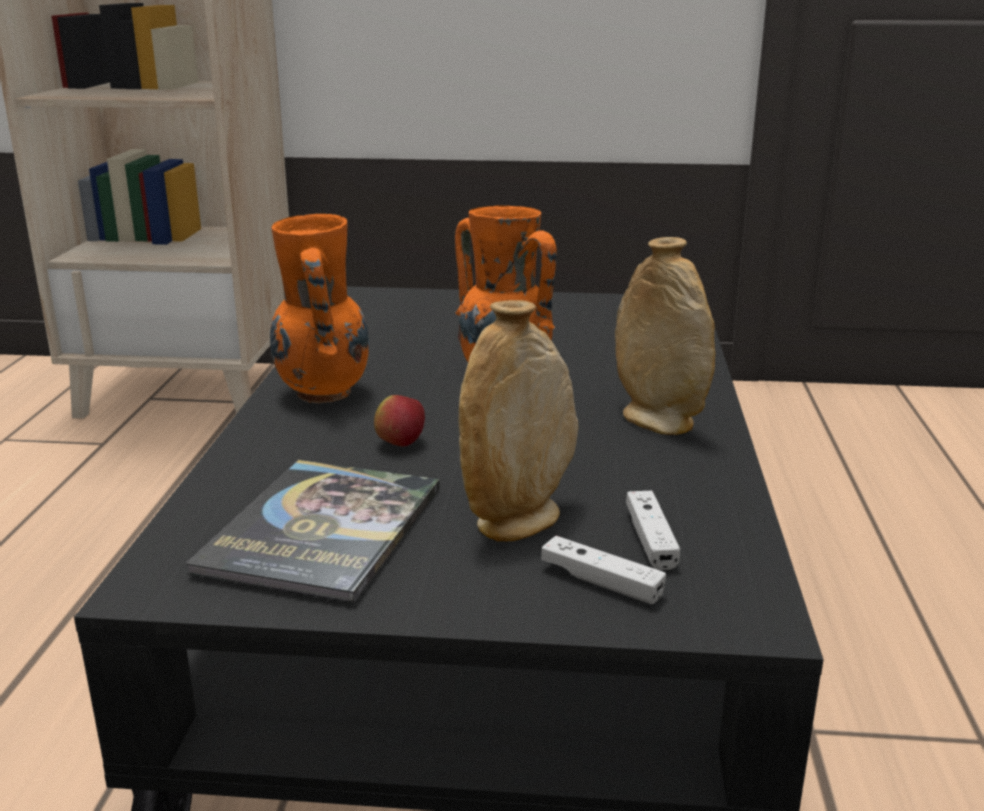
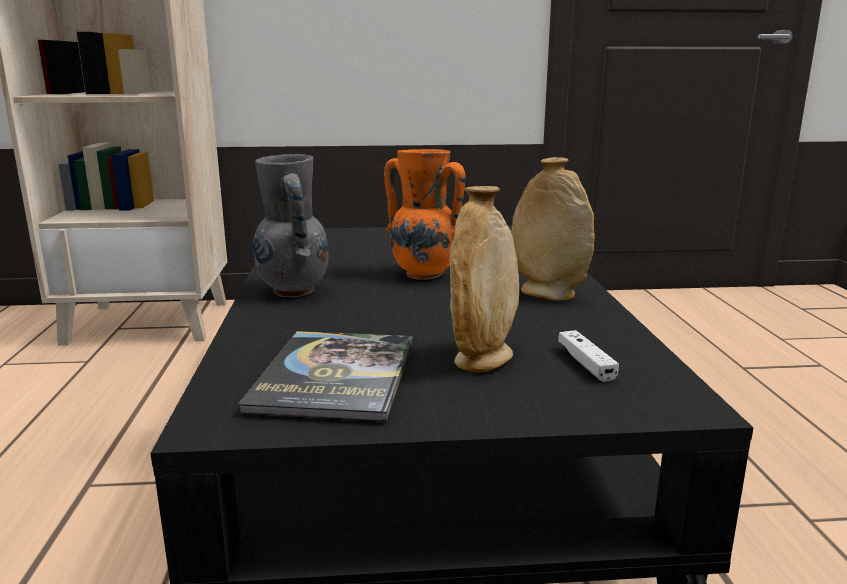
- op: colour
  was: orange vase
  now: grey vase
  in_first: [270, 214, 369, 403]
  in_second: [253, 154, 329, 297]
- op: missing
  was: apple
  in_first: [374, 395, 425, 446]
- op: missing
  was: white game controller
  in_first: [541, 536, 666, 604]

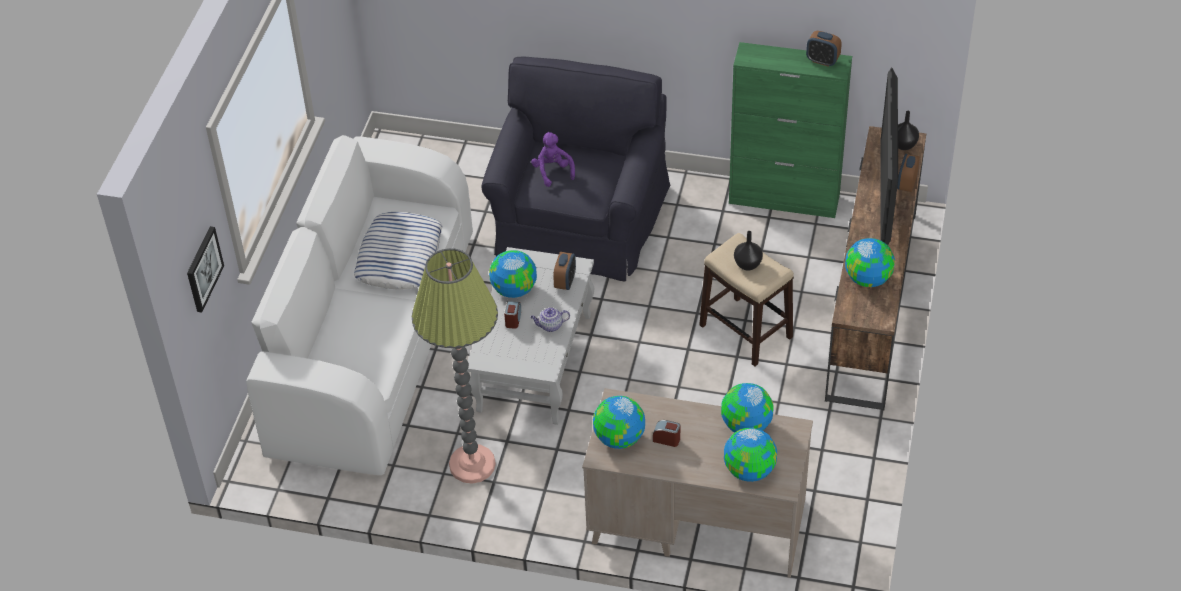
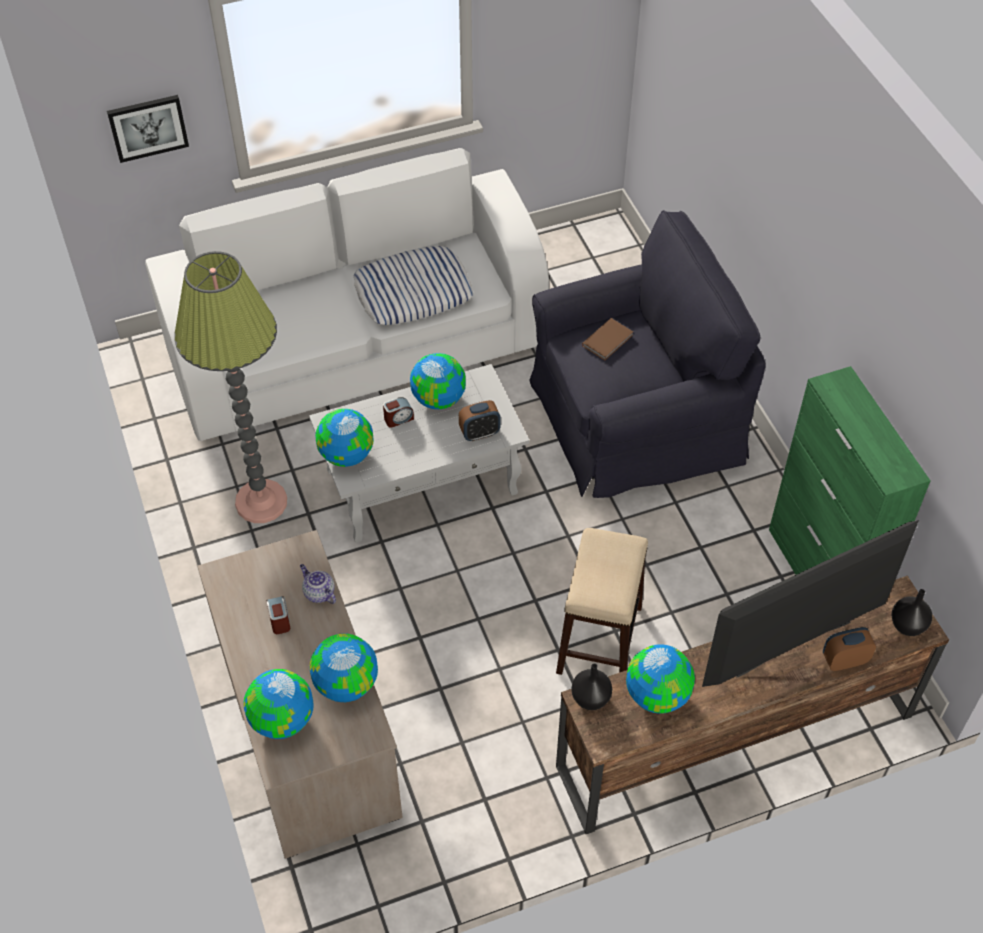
- op: relocated
  was: teapot
  in_first: [530, 307, 570, 332]
  in_second: [300, 564, 336, 604]
- op: relocated
  was: globe
  in_first: [593, 396, 645, 449]
  in_second: [315, 409, 374, 467]
- op: relocated
  was: black vase
  in_first: [734, 231, 763, 270]
  in_second: [571, 663, 612, 710]
- op: exchanged
  was: purple plush toy
  now: brown book
  in_first: [531, 132, 575, 187]
  in_second: [582, 318, 633, 360]
- op: missing
  was: alarm clock
  in_first: [806, 31, 842, 67]

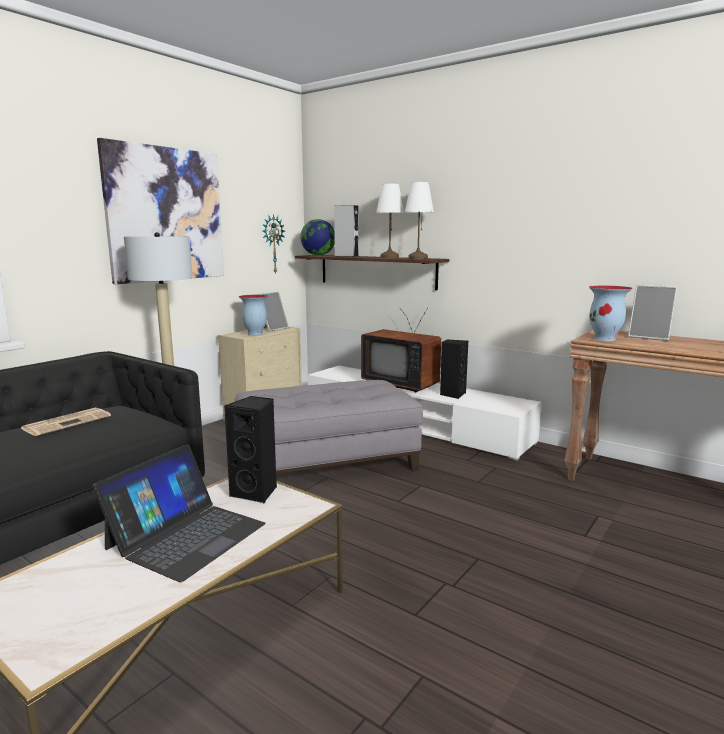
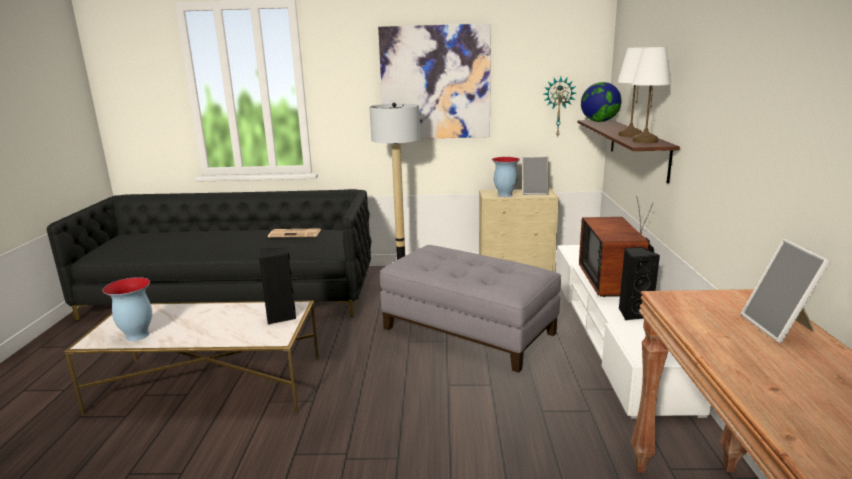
- op: relocated
  was: vase
  in_first: [589, 285, 632, 341]
  in_second: [102, 277, 152, 341]
- op: missing
  was: laptop
  in_first: [92, 444, 266, 582]
- op: missing
  was: grey speaker
  in_first: [334, 205, 359, 257]

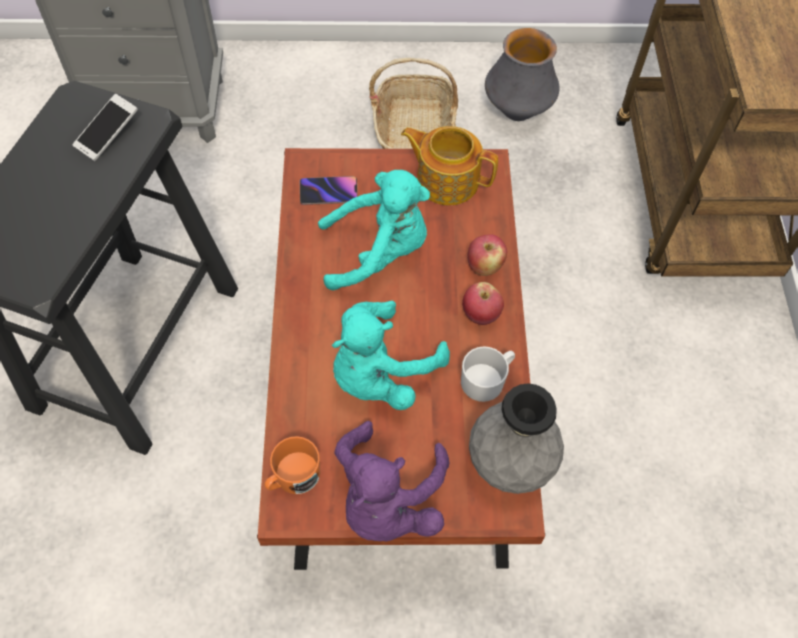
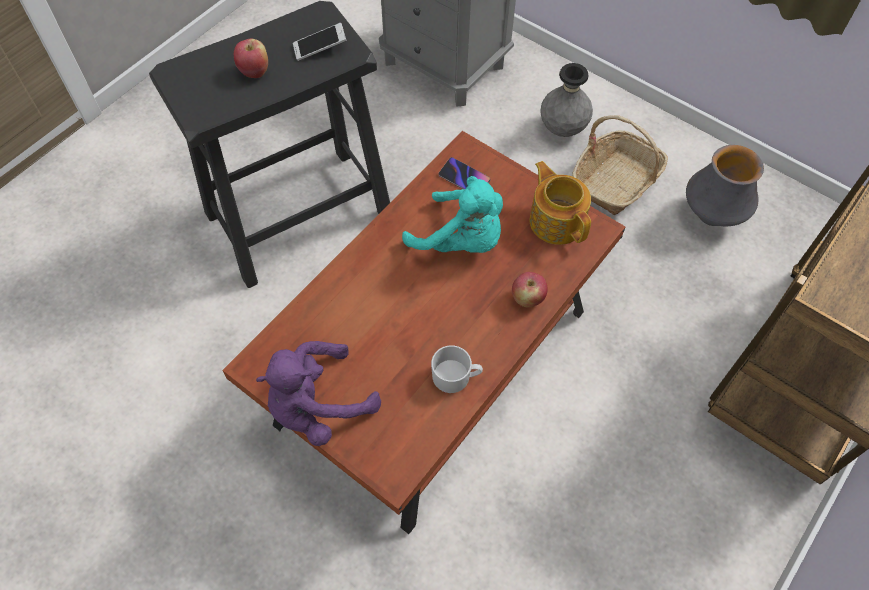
- op: relocated
  was: apple
  in_first: [462, 282, 504, 325]
  in_second: [234, 39, 268, 78]
- op: relocated
  was: grey vase
  in_first: [469, 383, 564, 494]
  in_second: [541, 63, 593, 137]
- op: missing
  was: orange mug
  in_first: [264, 436, 320, 494]
- op: missing
  was: turquoise plush toy
  in_first: [332, 301, 450, 410]

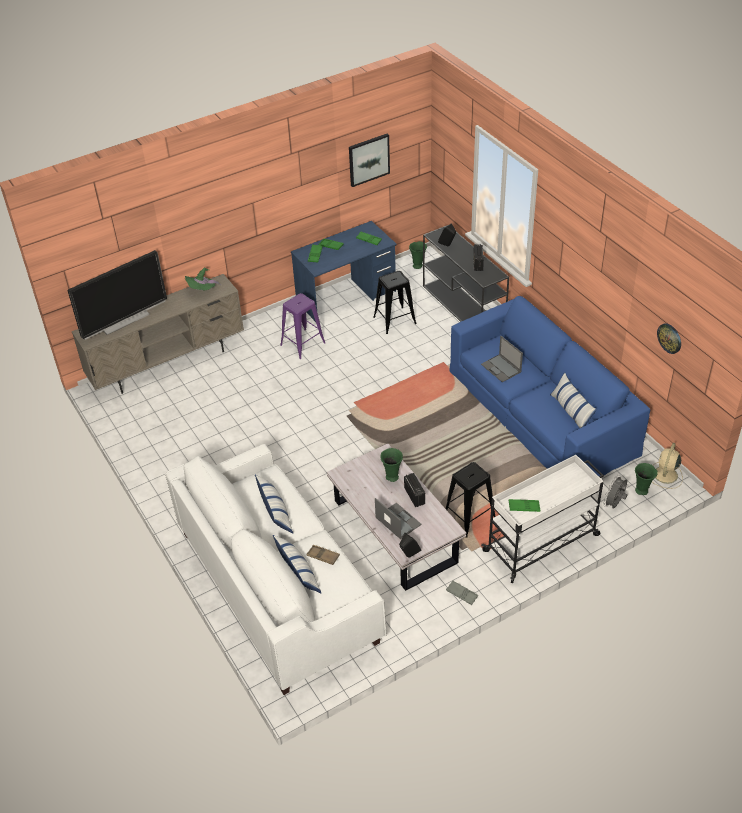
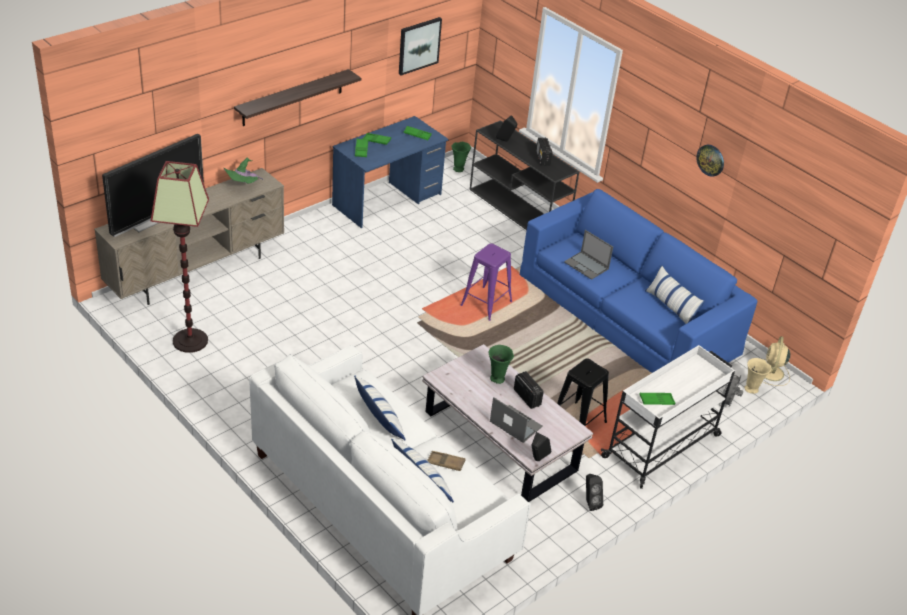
- op: appeared
  now: floor lamp
  in_second: [151, 161, 209, 353]
- op: appeared
  now: shelf
  in_second: [234, 69, 362, 126]
- op: relocated
  was: purple stool
  in_first: [280, 293, 326, 359]
  in_second: [460, 243, 512, 321]
- op: exchanged
  was: grey tray
  now: black speaker
  in_first: [446, 581, 478, 605]
  in_second: [586, 474, 603, 511]
- op: relocated
  was: wall clock
  in_first: [657, 323, 681, 354]
  in_second: [696, 145, 724, 177]
- op: colour
  was: green vase
  now: beige vase
  in_first: [635, 463, 658, 495]
  in_second: [744, 358, 772, 394]
- op: missing
  was: black stool
  in_first: [373, 271, 417, 334]

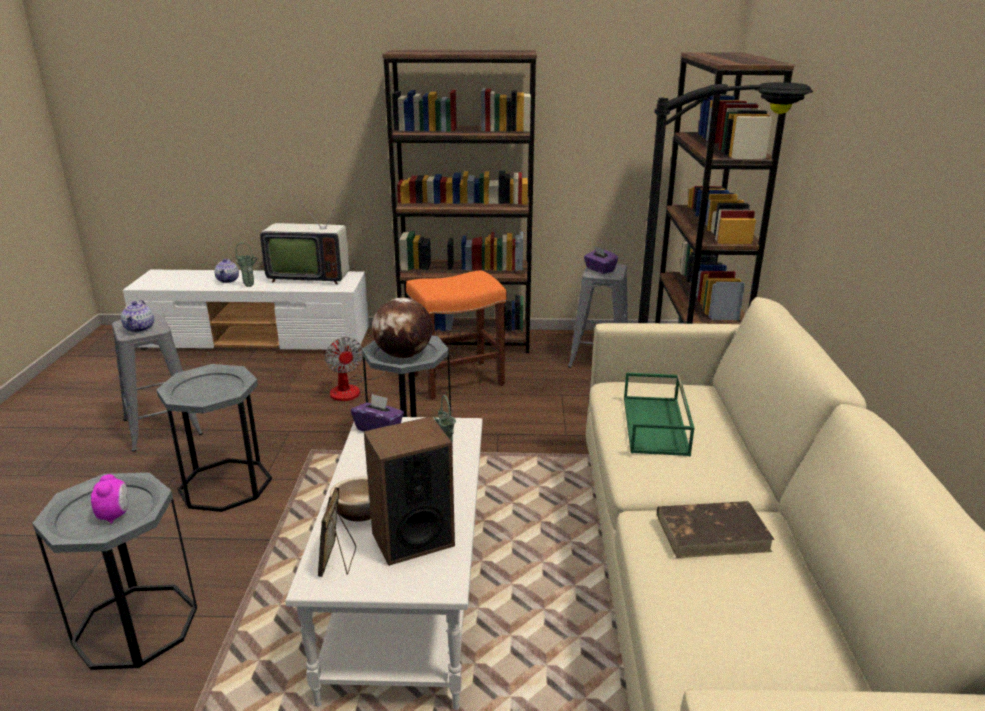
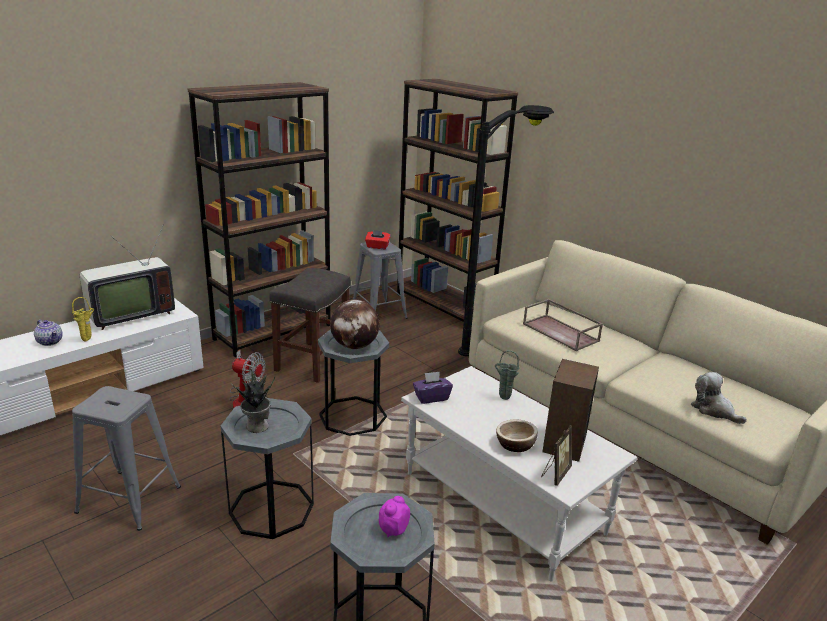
- op: colour
  was: green vase
  now: yellow vase
  in_first: [235, 243, 257, 287]
  in_second: [72, 297, 94, 342]
- op: appeared
  now: potted plant
  in_second: [233, 369, 275, 433]
- op: colour
  was: orange stool
  now: grey stool
  in_first: [406, 270, 507, 400]
  in_second: [269, 268, 351, 383]
- op: colour
  was: purple tissue box
  now: red tissue box
  in_first: [584, 246, 618, 274]
  in_second: [365, 230, 391, 249]
- op: spun
  was: alarm clock
  in_first: [91, 474, 128, 524]
  in_second: [379, 496, 410, 537]
  clockwise: -90
- op: colour
  was: green tray
  now: brown tray
  in_first: [624, 373, 694, 456]
  in_second: [523, 299, 603, 351]
- op: spun
  was: picture frame
  in_first: [318, 487, 356, 577]
  in_second: [541, 425, 572, 486]
  clockwise: -105
- op: appeared
  now: plush toy
  in_second: [691, 372, 747, 424]
- op: missing
  was: teapot
  in_first: [121, 300, 154, 333]
- op: missing
  was: brown book
  in_first: [657, 501, 775, 558]

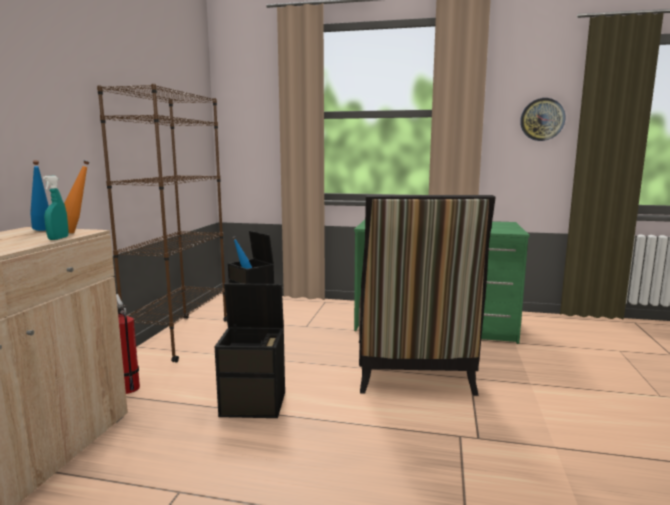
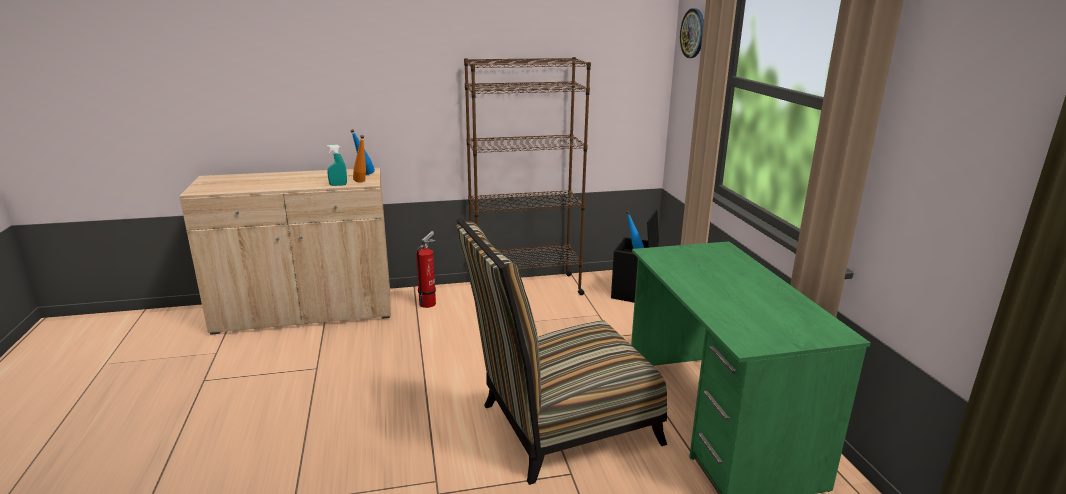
- op: relocated
  was: wall clock
  in_first: [520, 98, 565, 141]
  in_second: [680, 8, 704, 58]
- op: missing
  was: black storage box
  in_first: [215, 283, 285, 418]

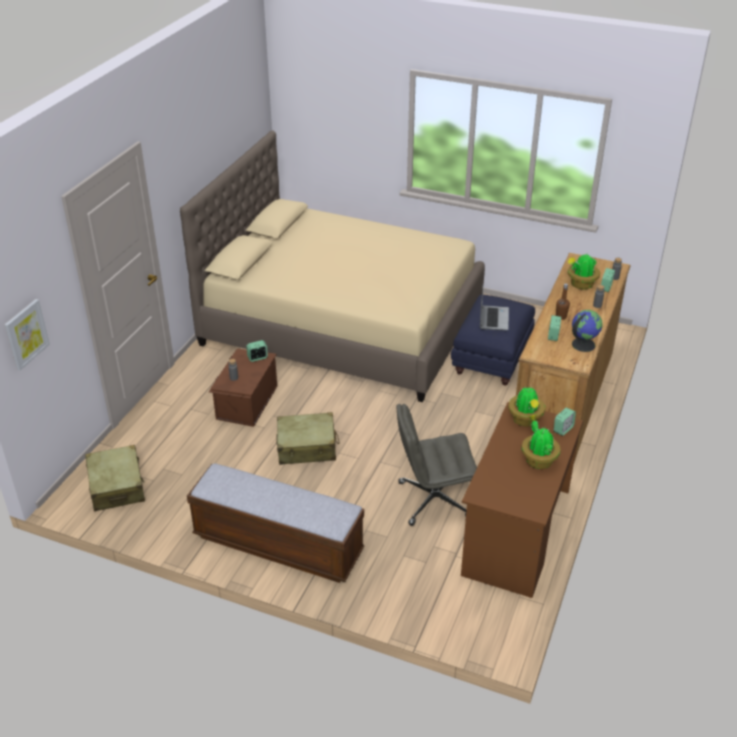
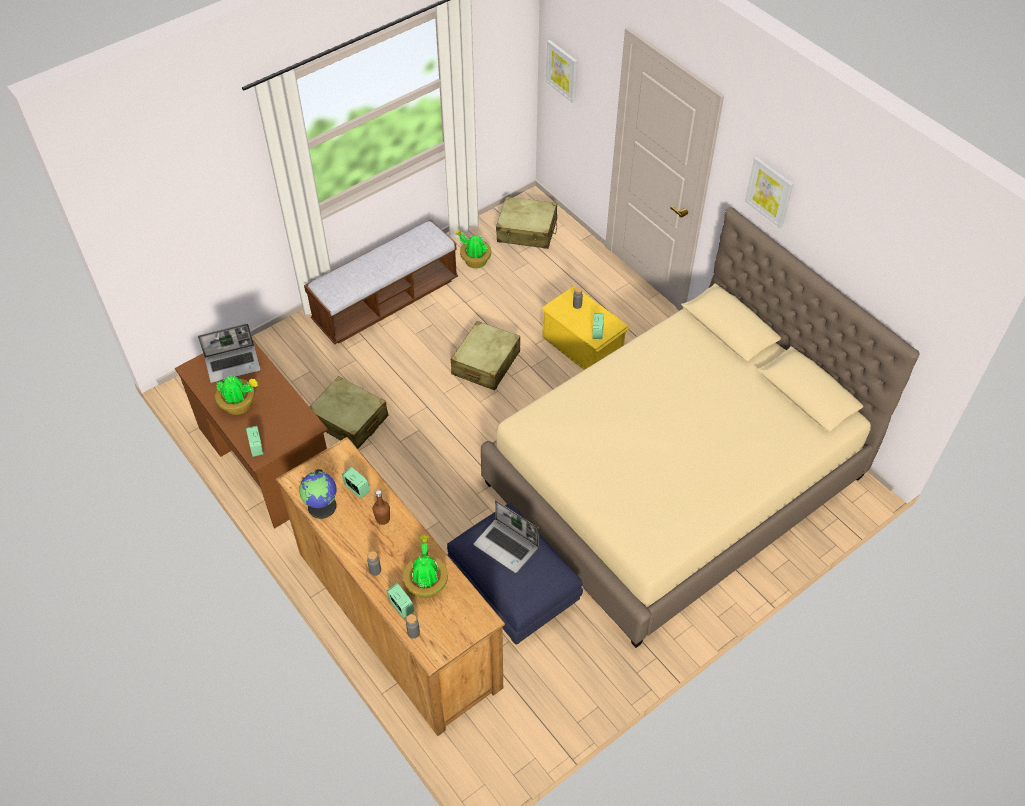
- op: appeared
  now: laptop
  in_second: [198, 324, 261, 383]
- op: exchanged
  was: grey office chair
  now: beige suitcase
  in_first: [396, 404, 477, 526]
  in_second: [309, 376, 388, 449]
- op: relocated
  was: potted plant
  in_first: [508, 386, 545, 426]
  in_second: [455, 229, 491, 268]
- op: colour
  was: brown storage box
  now: yellow storage box
  in_first: [209, 348, 277, 427]
  in_second: [541, 286, 630, 370]
- op: appeared
  now: picture
  in_second: [745, 157, 794, 228]

